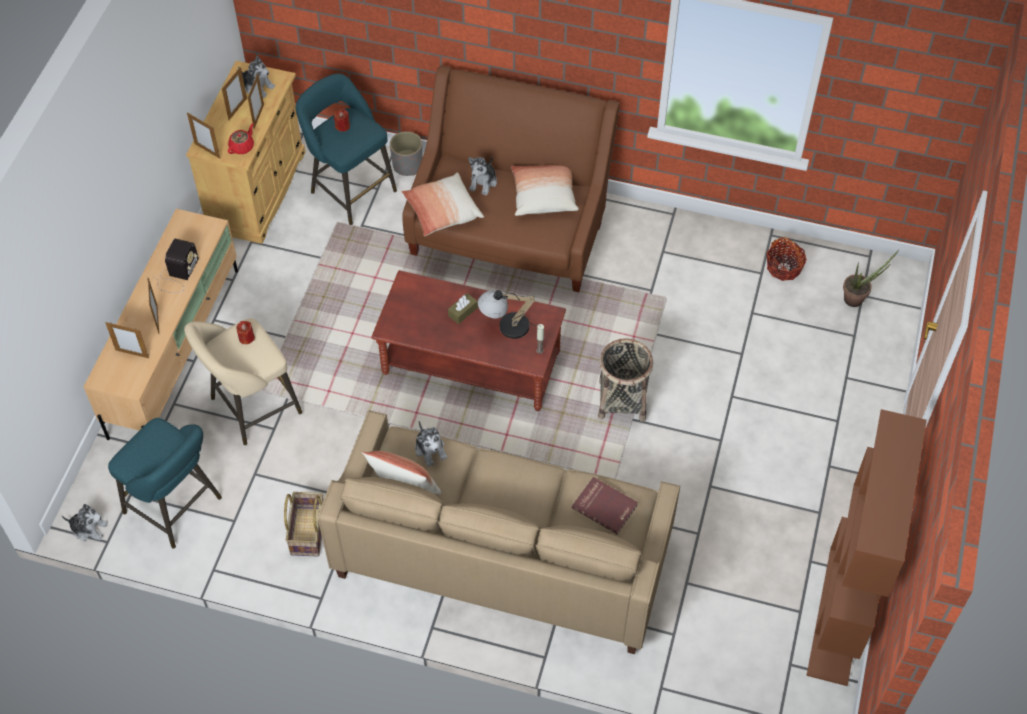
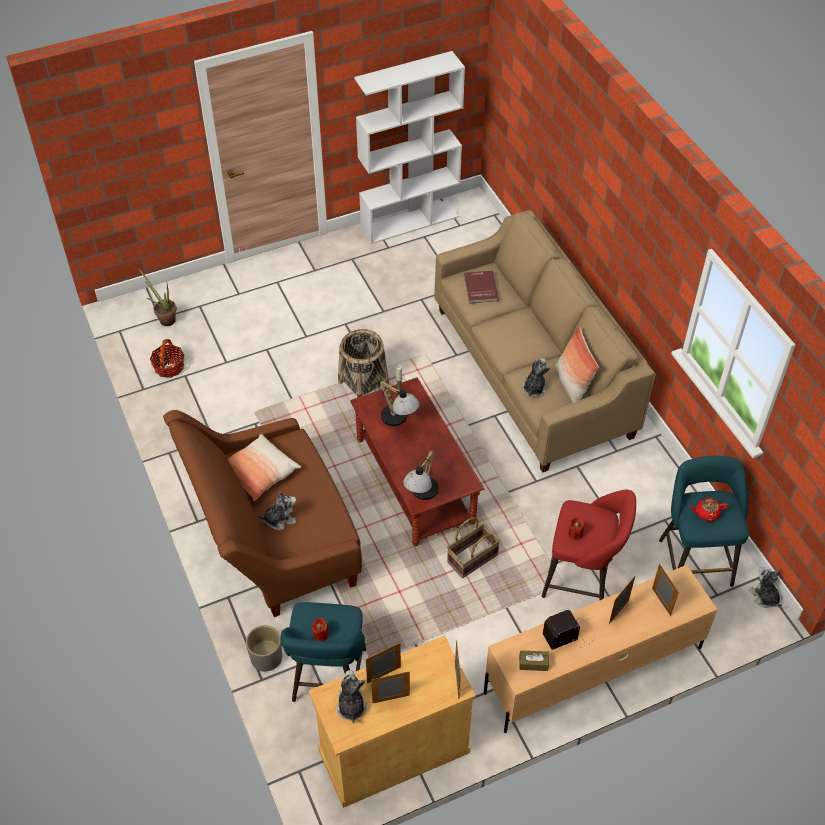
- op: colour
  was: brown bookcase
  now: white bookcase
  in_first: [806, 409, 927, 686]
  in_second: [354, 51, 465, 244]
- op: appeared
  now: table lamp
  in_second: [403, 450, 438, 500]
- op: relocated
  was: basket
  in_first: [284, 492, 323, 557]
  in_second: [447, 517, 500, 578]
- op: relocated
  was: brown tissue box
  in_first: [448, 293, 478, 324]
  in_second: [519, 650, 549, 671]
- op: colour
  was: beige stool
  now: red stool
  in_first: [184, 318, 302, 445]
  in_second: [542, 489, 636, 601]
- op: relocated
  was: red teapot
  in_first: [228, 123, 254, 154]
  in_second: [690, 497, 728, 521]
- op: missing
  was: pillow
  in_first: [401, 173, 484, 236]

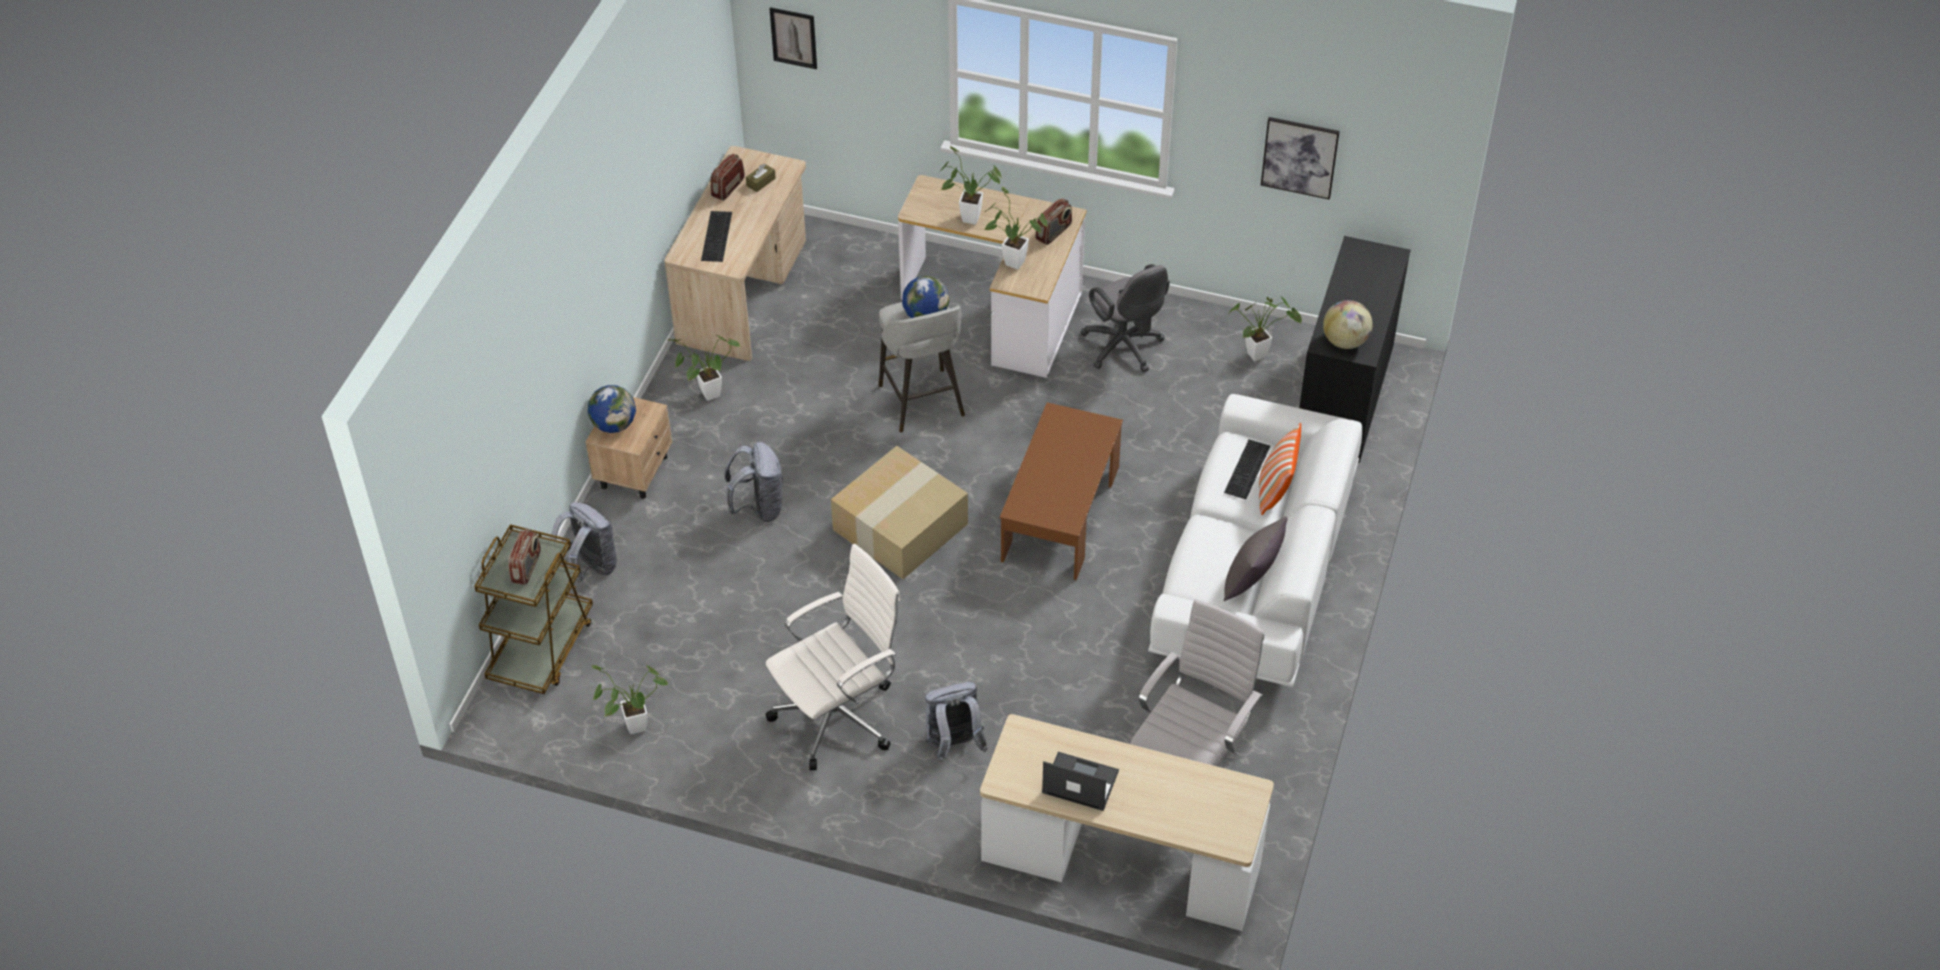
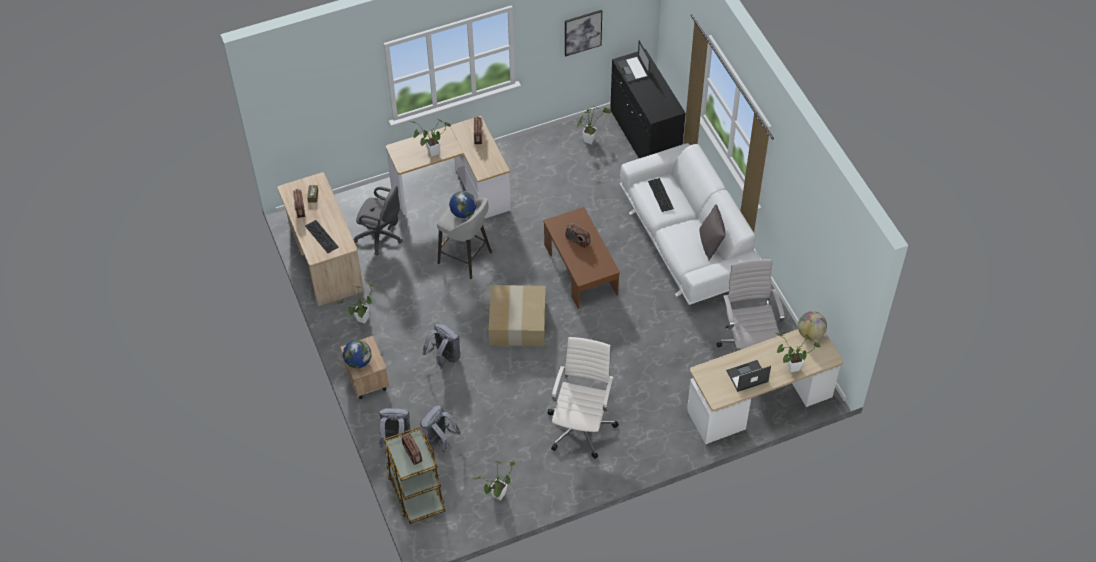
- op: relocated
  was: grey office chair
  in_first: [1080, 264, 1170, 372]
  in_second: [353, 185, 403, 255]
- op: relocated
  was: grey backpack
  in_first: [925, 682, 988, 763]
  in_second: [420, 405, 461, 453]
- op: appeared
  now: radio
  in_second: [565, 223, 591, 248]
- op: appeared
  now: laptop
  in_second: [617, 40, 650, 83]
- op: relocated
  was: potted plant
  in_first: [984, 187, 1048, 270]
  in_second: [776, 333, 821, 372]
- op: relocated
  was: globe
  in_first: [1323, 300, 1373, 349]
  in_second: [798, 311, 827, 340]
- op: missing
  was: picture
  in_first: [769, 7, 817, 69]
- op: missing
  was: pillow
  in_first: [1259, 423, 1301, 515]

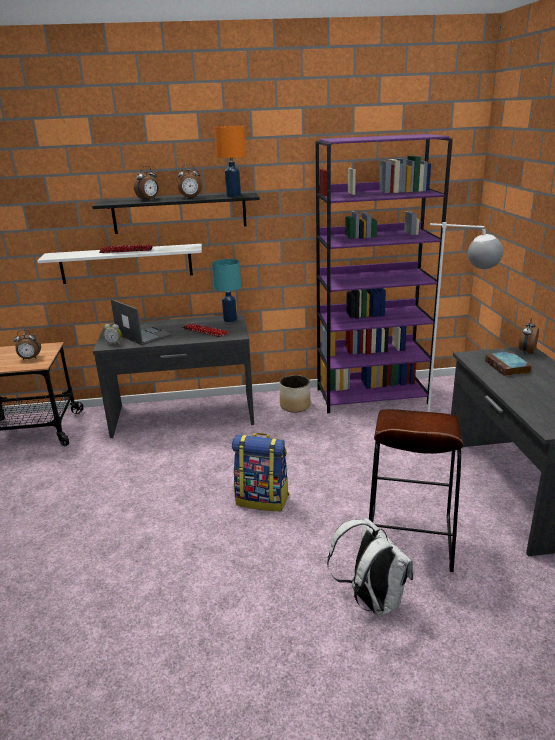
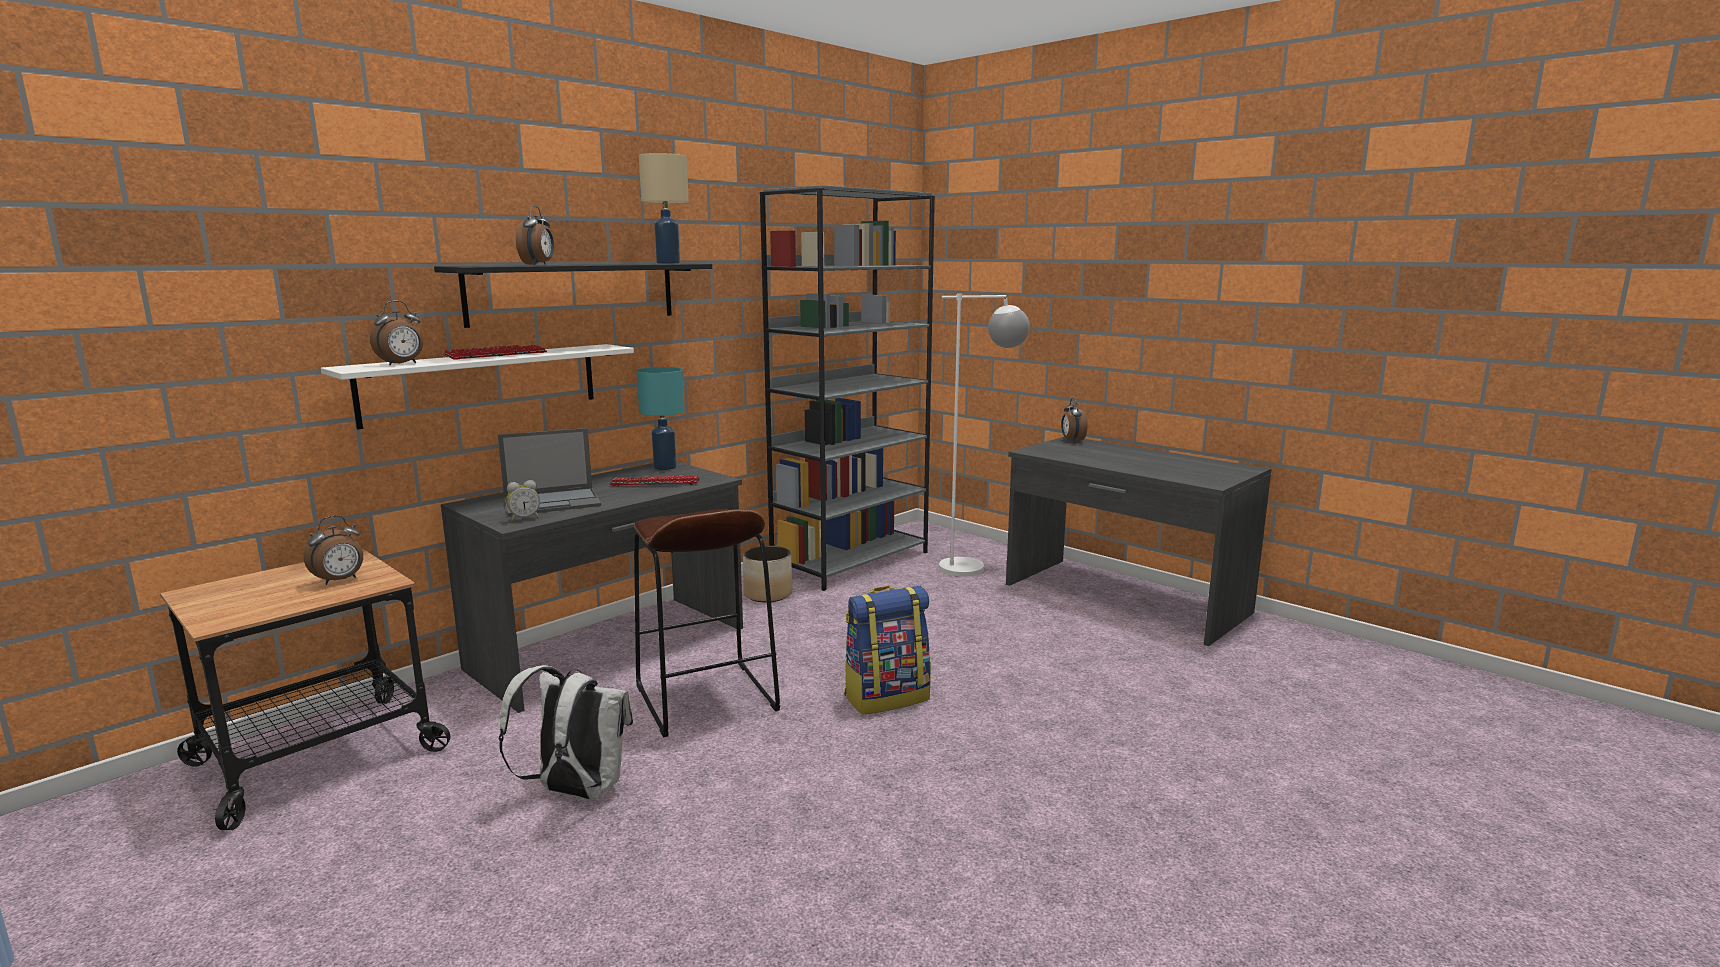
- op: relocated
  was: alarm clock
  in_first: [178, 164, 202, 198]
  in_second: [370, 301, 423, 365]
- op: spun
  was: laptop
  in_first: [111, 299, 172, 345]
  in_second: [498, 428, 601, 516]
  clockwise: 150
- op: relocated
  was: white backpack
  in_first: [327, 518, 413, 617]
  in_second: [499, 665, 633, 800]
- op: relocated
  was: brown stool
  in_first: [369, 409, 463, 572]
  in_second: [634, 509, 780, 738]
- op: colour
  was: orange table lamp
  now: beige table lamp
  in_first: [214, 126, 246, 197]
  in_second: [639, 153, 689, 264]
- op: colour
  was: purple bookcase
  now: grey bookcase
  in_first: [315, 134, 453, 413]
  in_second: [760, 185, 935, 591]
- op: missing
  was: book
  in_first: [485, 351, 532, 376]

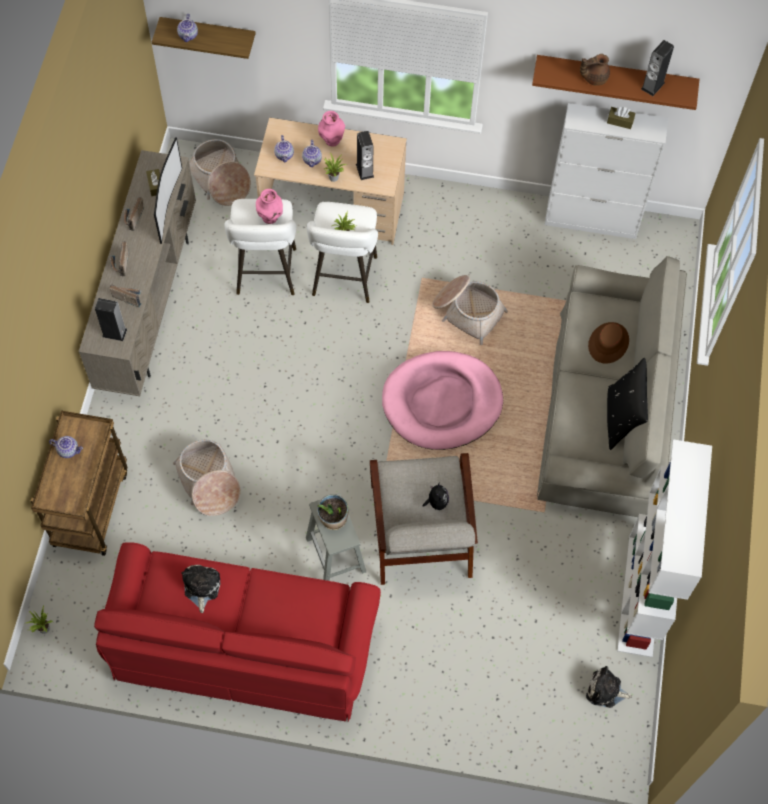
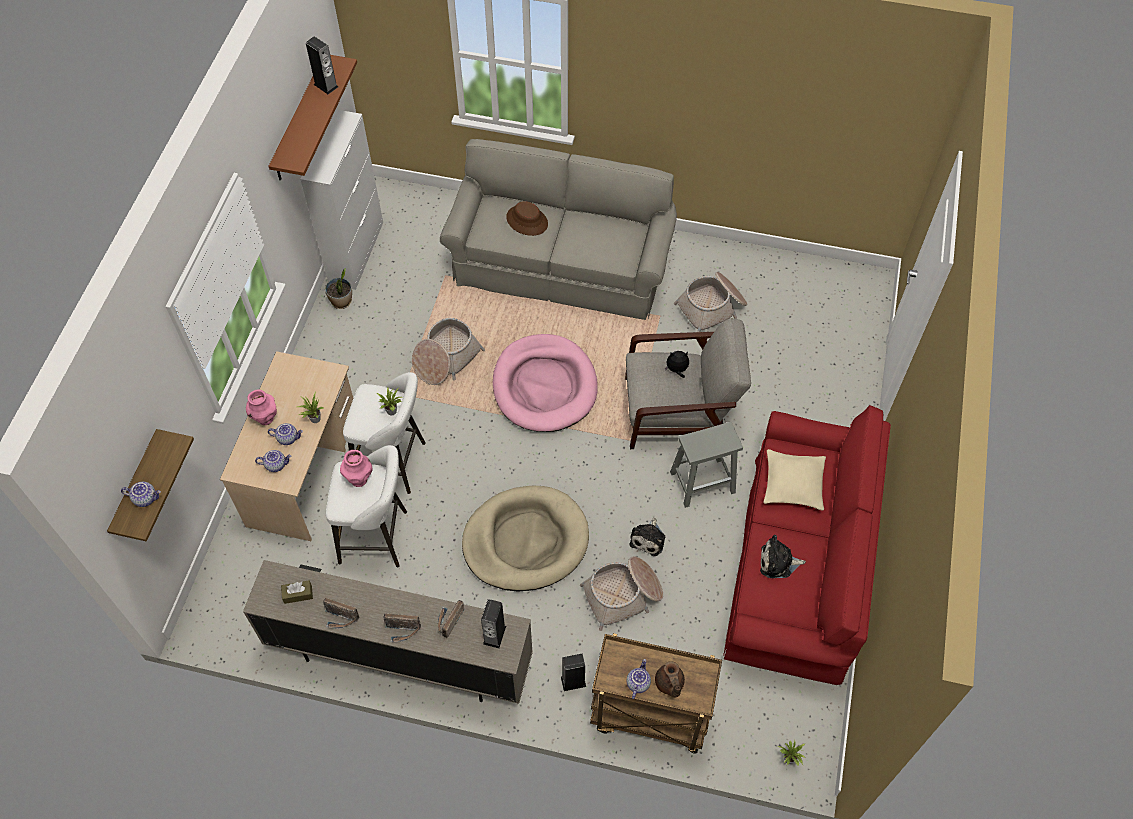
- op: relocated
  was: potted plant
  in_first: [317, 494, 348, 530]
  in_second: [325, 268, 352, 309]
- op: appeared
  now: beige dog bed
  in_second: [462, 486, 589, 591]
- op: relocated
  was: speaker
  in_first: [356, 131, 374, 180]
  in_second: [561, 653, 586, 691]
- op: relocated
  was: plush toy
  in_first: [586, 666, 632, 708]
  in_second: [630, 517, 665, 556]
- op: relocated
  was: brown teapot
  in_first: [580, 54, 610, 86]
  in_second: [655, 661, 685, 698]
- op: relocated
  was: basket
  in_first: [189, 139, 251, 206]
  in_second: [674, 272, 747, 332]
- op: appeared
  now: beige pillow
  in_second: [764, 449, 826, 510]
- op: missing
  was: television
  in_first: [154, 137, 182, 244]
- op: missing
  was: brown tissue box
  in_first: [607, 107, 635, 129]
- op: missing
  was: black pillow
  in_first: [607, 358, 648, 450]
- op: missing
  was: white bookcase
  in_first: [617, 439, 712, 657]

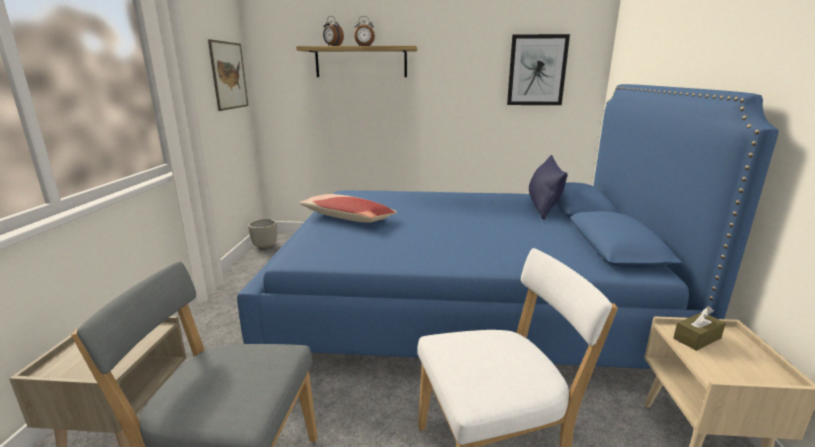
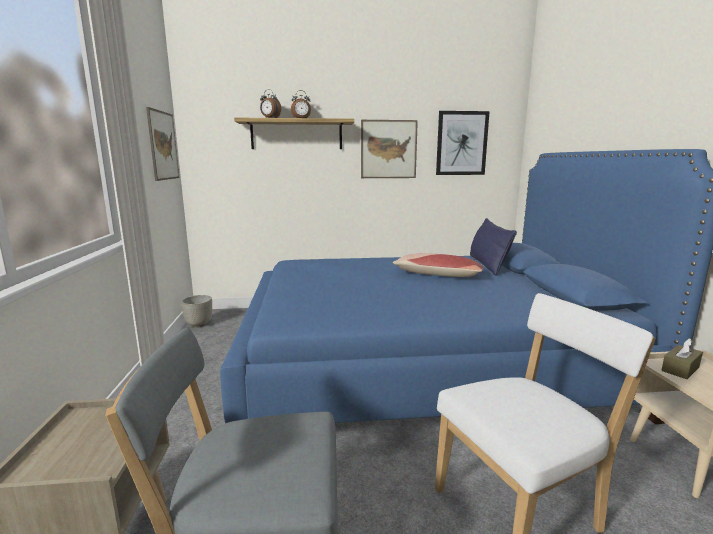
- op: appeared
  now: picture
  in_second: [361, 120, 418, 178]
- op: relocated
  was: pillow
  in_first: [300, 194, 397, 222]
  in_second: [393, 253, 485, 277]

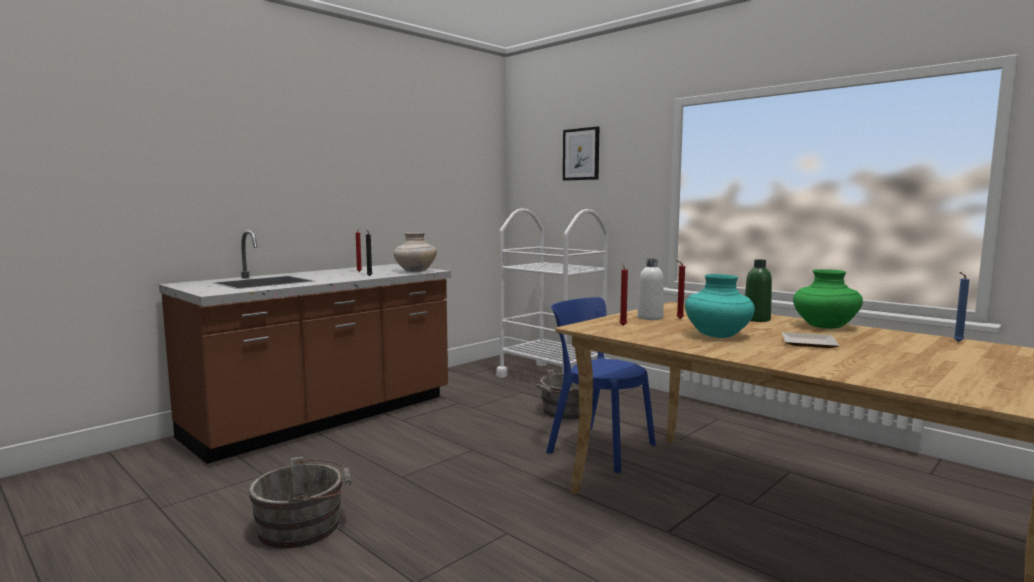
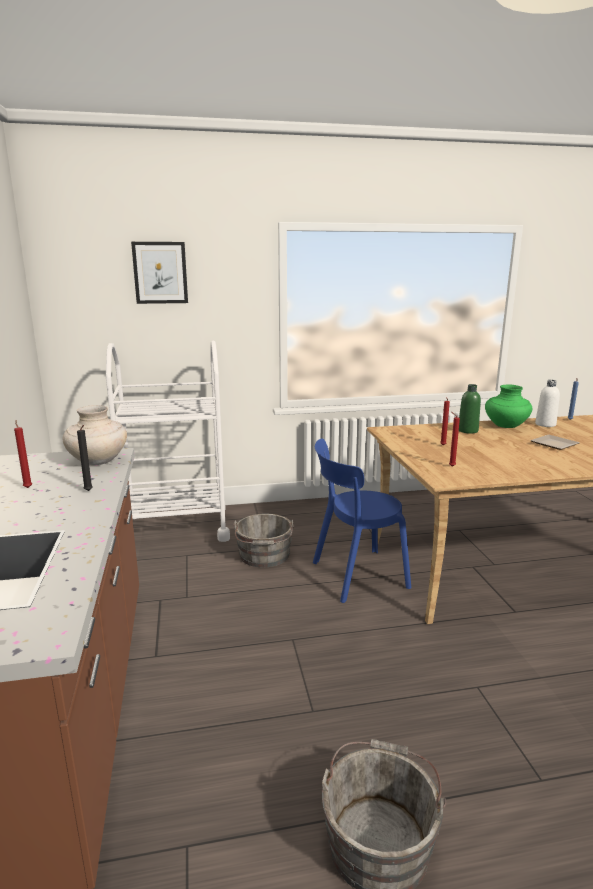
- op: relocated
  was: white bottle
  in_first: [637, 259, 664, 320]
  in_second: [535, 380, 560, 427]
- op: missing
  was: turquoise vase
  in_first: [685, 274, 755, 338]

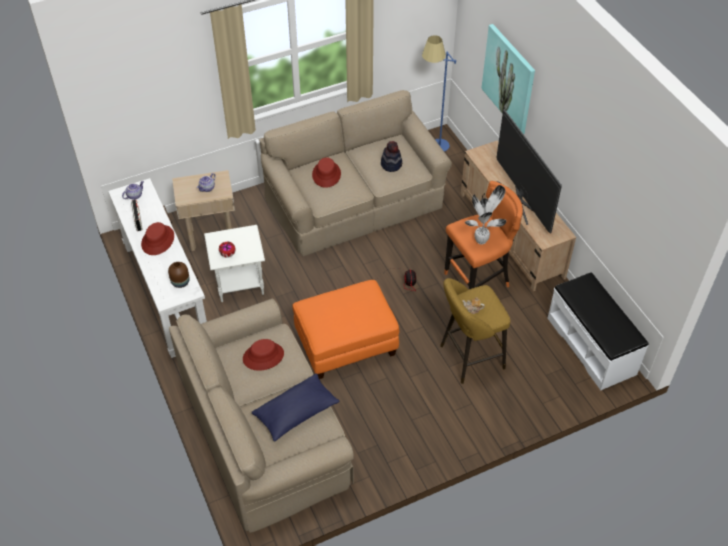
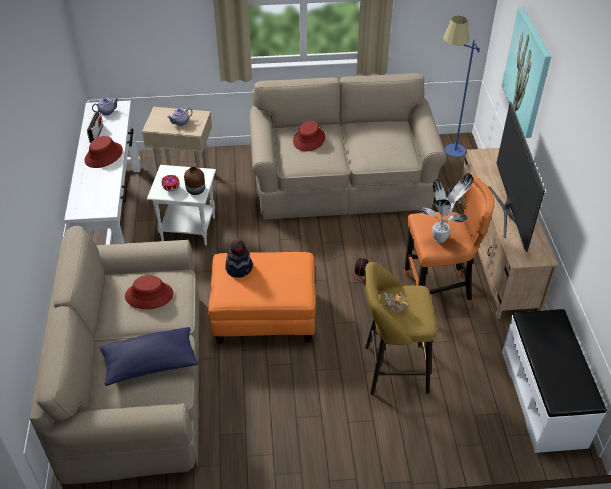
- op: relocated
  was: brown vase
  in_first: [168, 262, 190, 288]
  in_second: [184, 167, 205, 195]
- op: relocated
  was: hat
  in_first: [381, 141, 402, 172]
  in_second: [225, 239, 253, 278]

